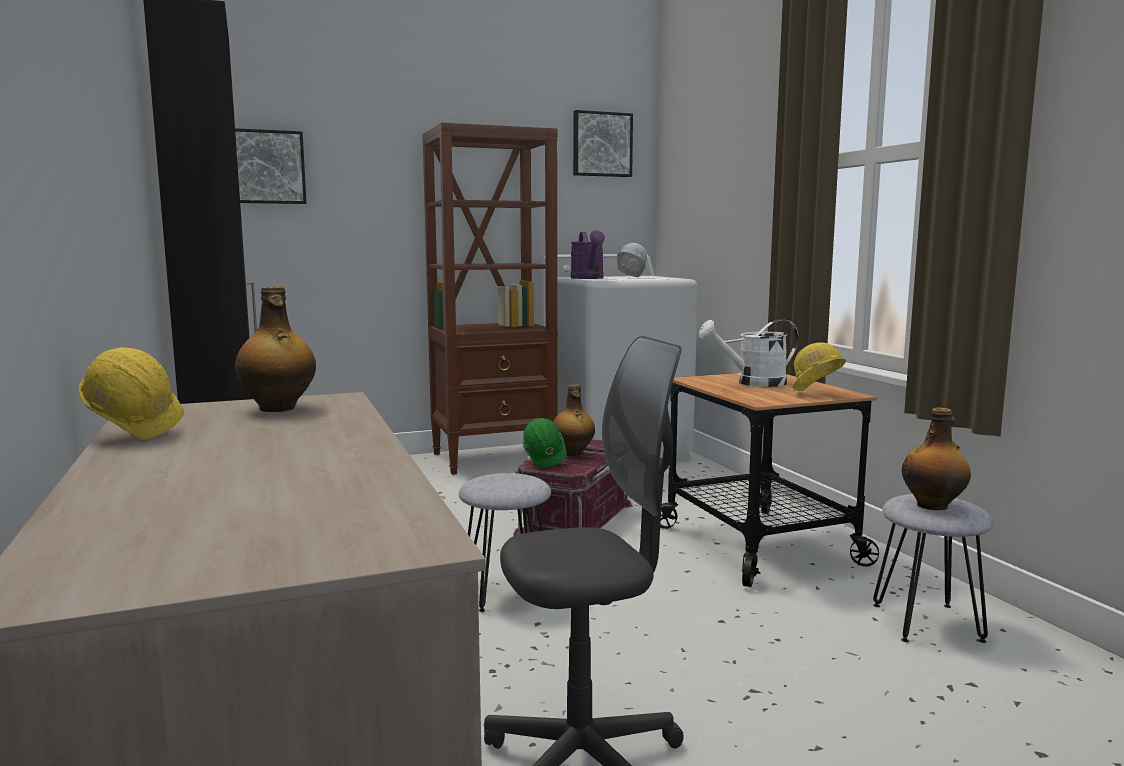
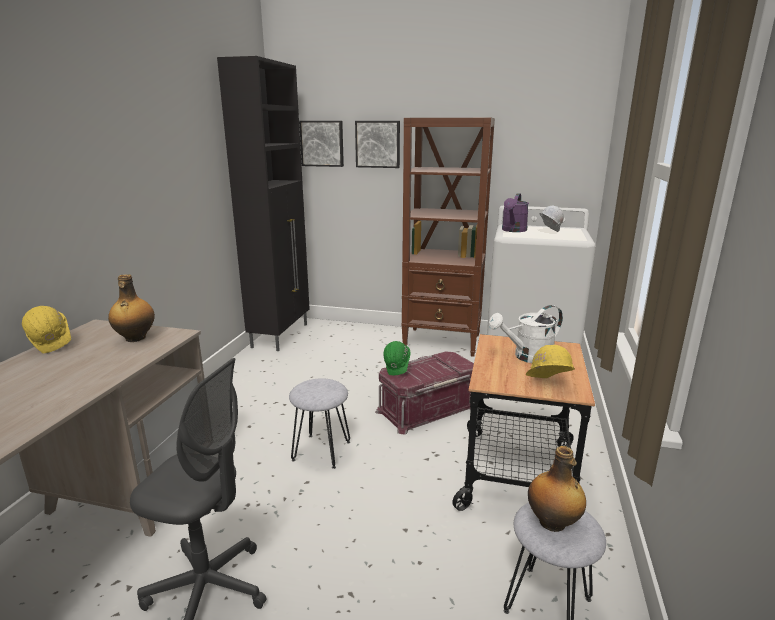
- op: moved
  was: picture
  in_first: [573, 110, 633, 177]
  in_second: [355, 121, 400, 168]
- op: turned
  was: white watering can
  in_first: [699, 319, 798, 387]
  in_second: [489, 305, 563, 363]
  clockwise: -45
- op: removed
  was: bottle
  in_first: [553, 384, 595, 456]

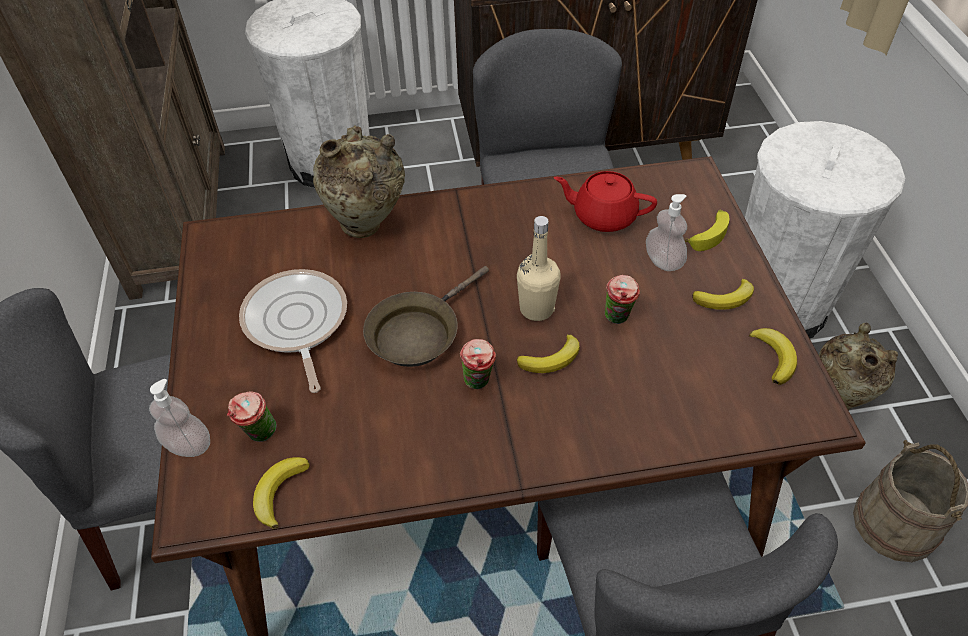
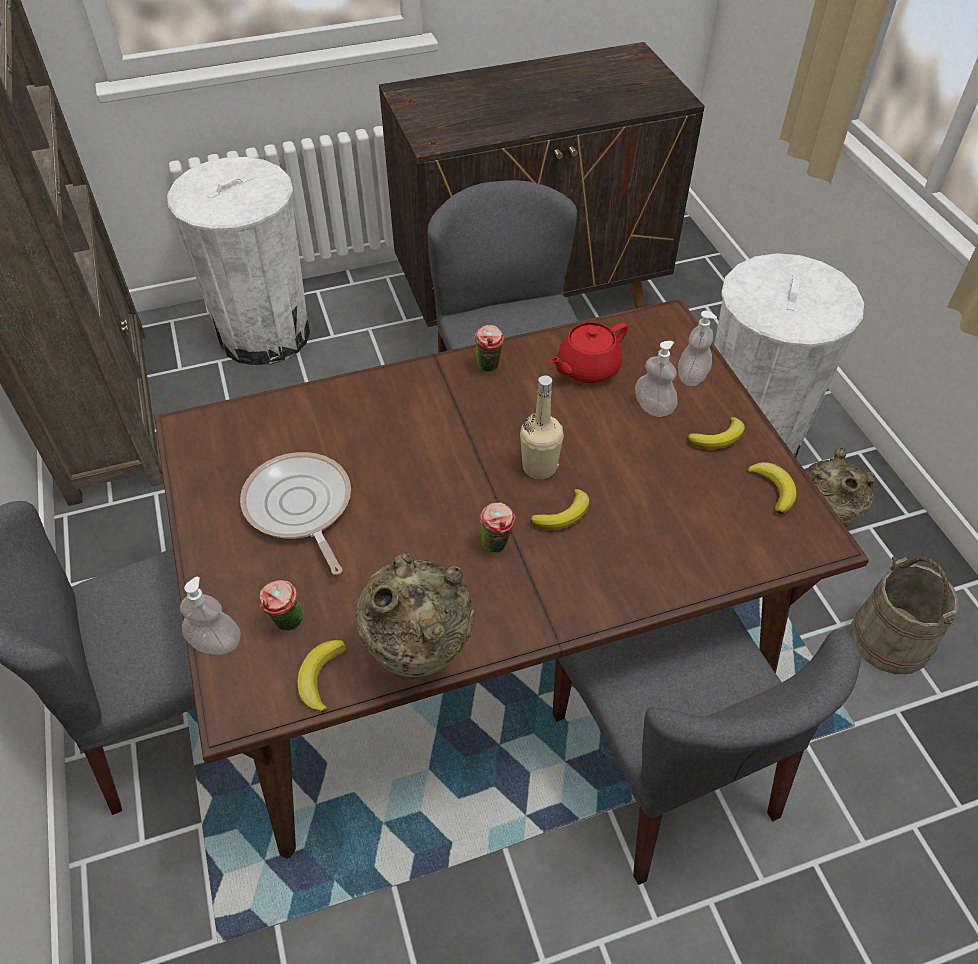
- op: moved
  was: beige vase
  in_first: [313, 125, 405, 238]
  in_second: [355, 552, 474, 680]
- op: moved
  was: cup
  in_first: [605, 275, 640, 324]
  in_second: [474, 325, 504, 372]
- op: turned
  was: red teapot
  in_first: [554, 171, 657, 232]
  in_second: [549, 322, 628, 383]
  clockwise: -45
- op: replaced
  was: banana
  now: soap dispenser
  in_first: [685, 210, 729, 251]
  in_second: [678, 311, 717, 386]
- op: removed
  was: brown frying pan
  in_first: [363, 266, 489, 367]

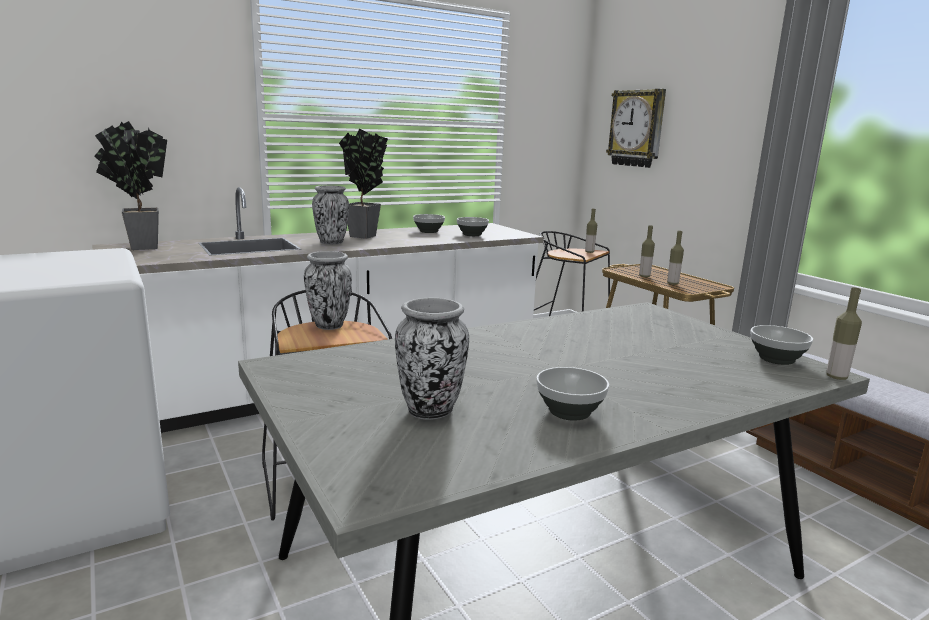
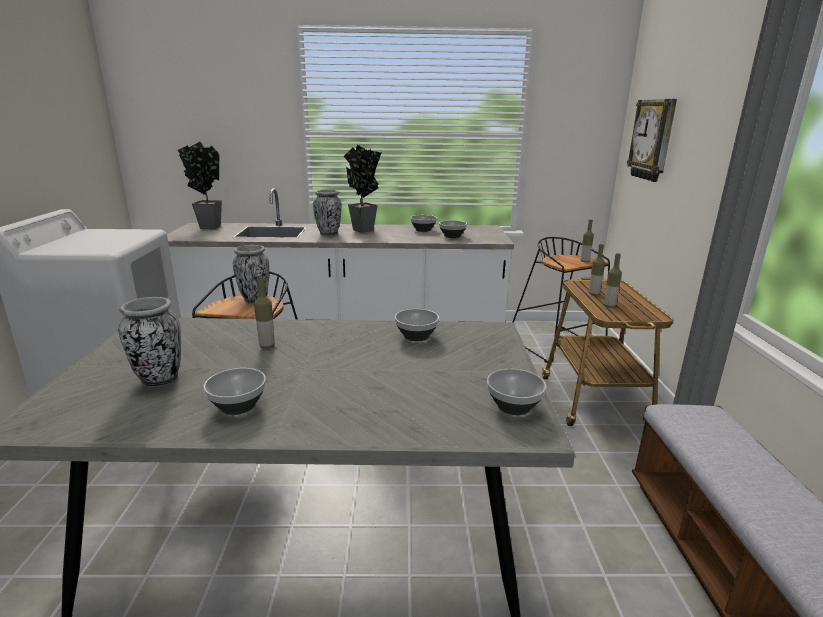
- op: moved
  was: bottle
  in_first: [826, 287, 862, 380]
  in_second: [254, 277, 275, 348]
- op: added
  now: bowl
  in_second: [395, 309, 439, 341]

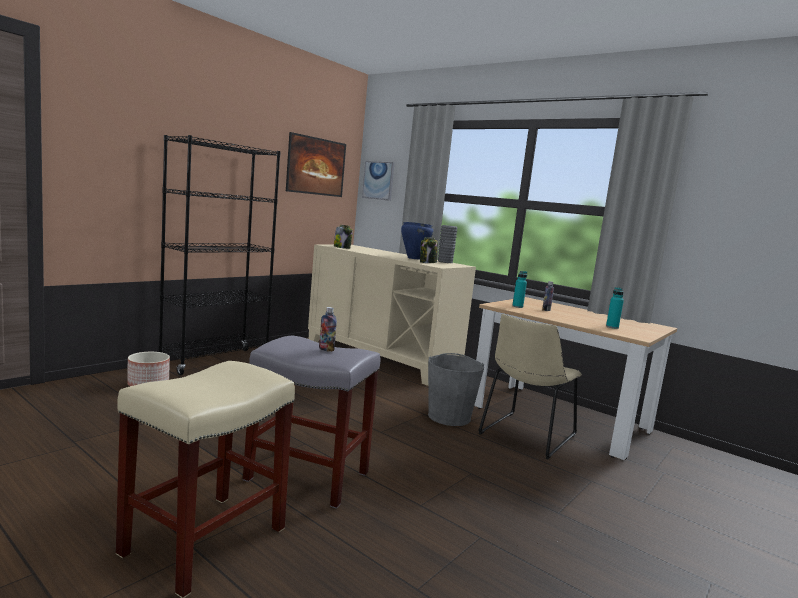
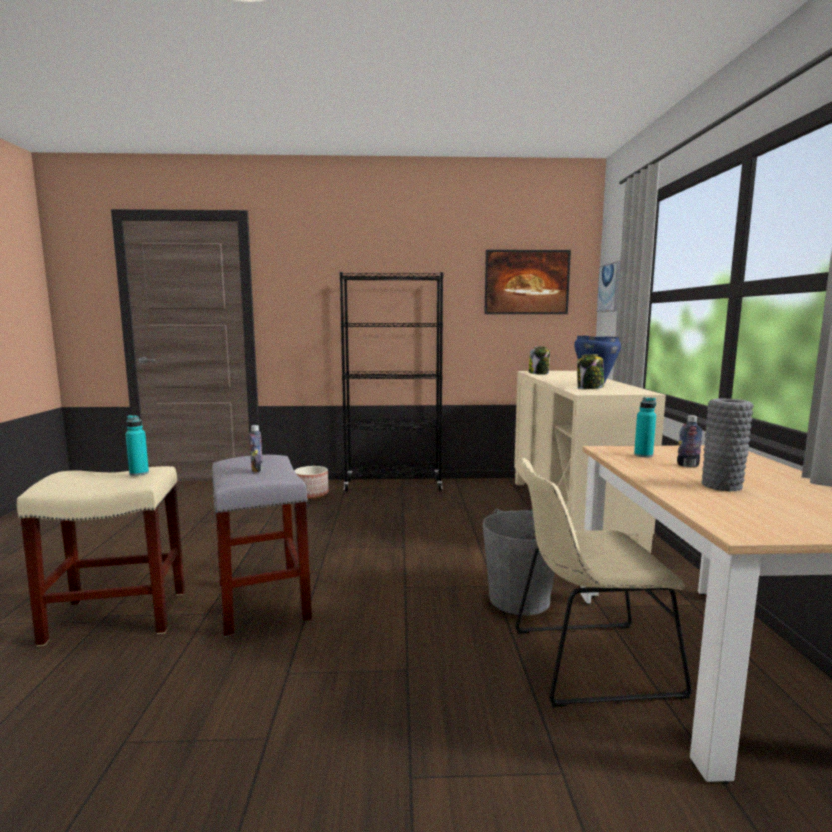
- op: moved
  was: turquoise bottle
  in_first: [606, 287, 624, 329]
  in_second: [125, 415, 149, 476]
- op: moved
  was: grey vase
  in_first: [438, 225, 458, 263]
  in_second: [702, 398, 754, 491]

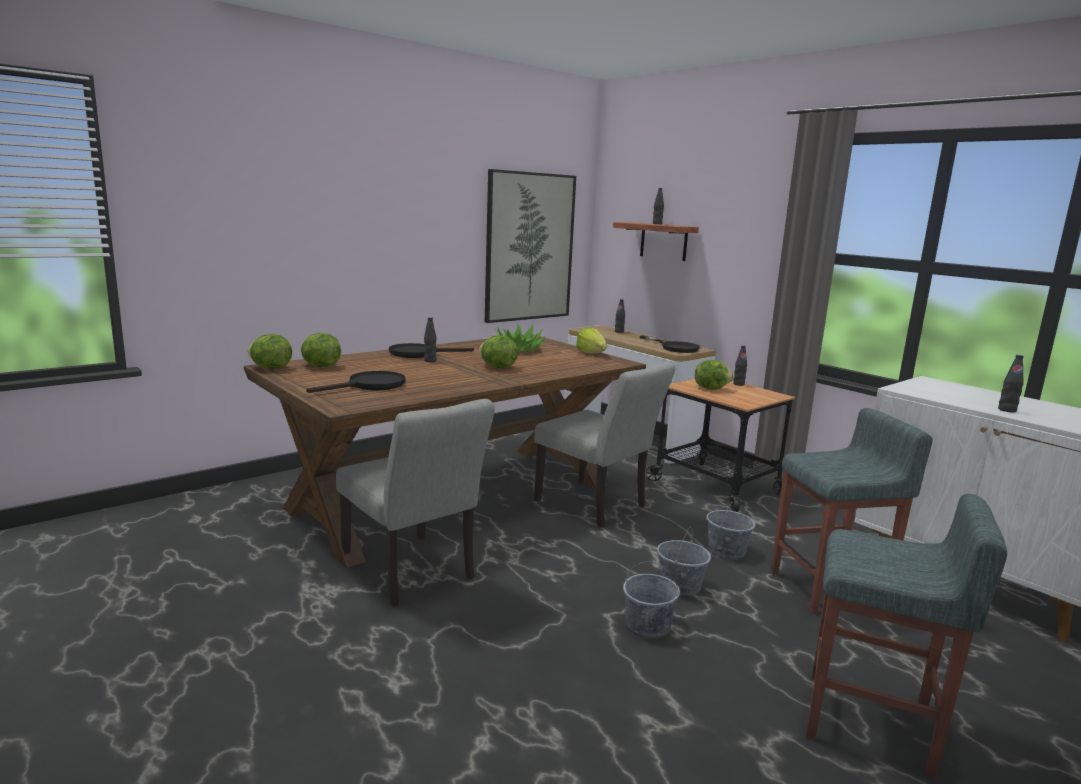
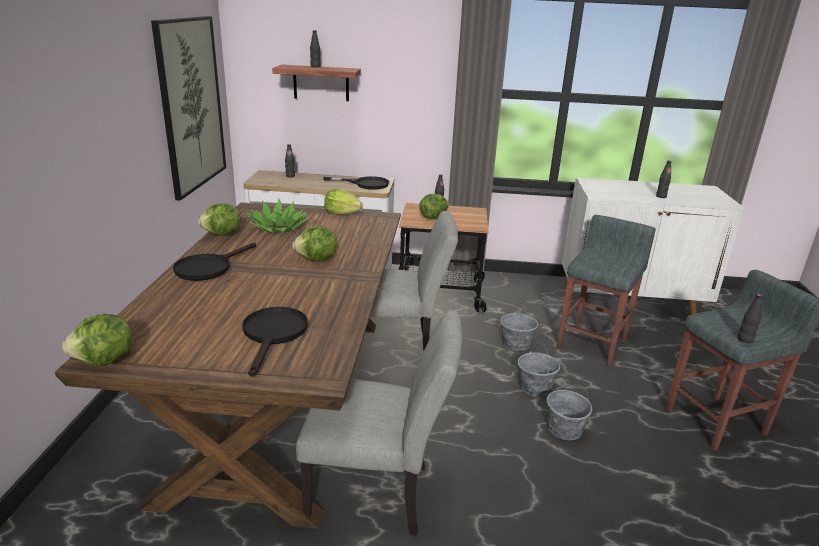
- op: moved
  was: lettuce
  in_first: [300, 333, 341, 367]
  in_second: [198, 203, 240, 236]
- op: moved
  was: black bottle
  in_first: [424, 317, 437, 362]
  in_second: [738, 294, 763, 343]

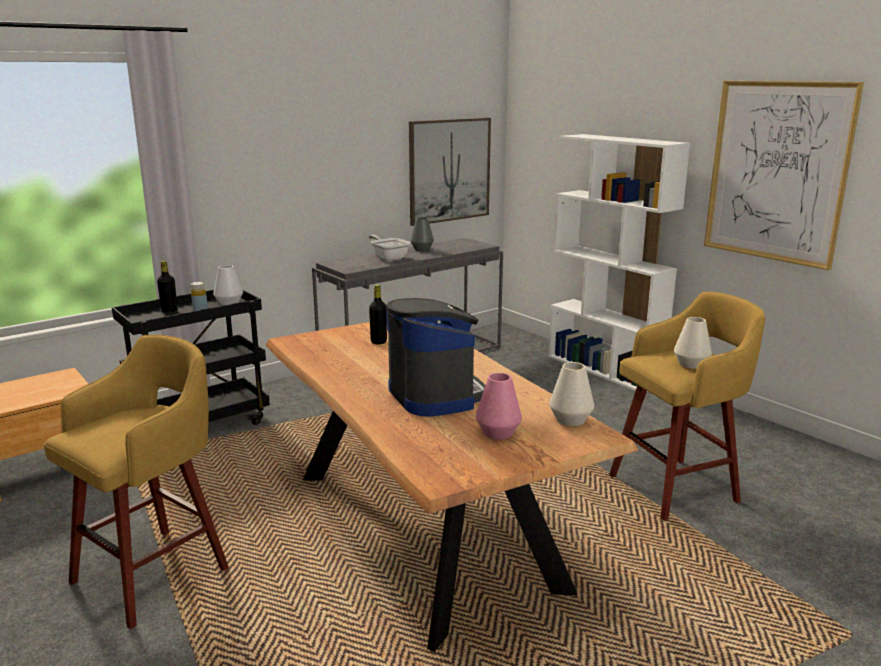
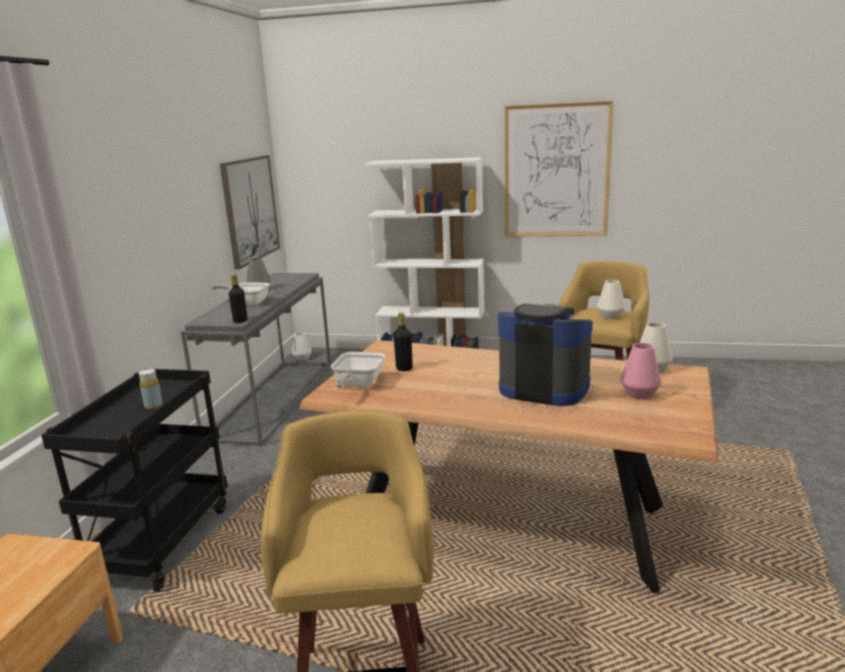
- op: moved
  was: black bottle
  in_first: [157, 261, 178, 312]
  in_second: [229, 274, 247, 323]
- op: moved
  was: white vase
  in_first: [213, 265, 243, 306]
  in_second: [292, 332, 312, 361]
- op: added
  now: frying pan
  in_second: [331, 352, 385, 388]

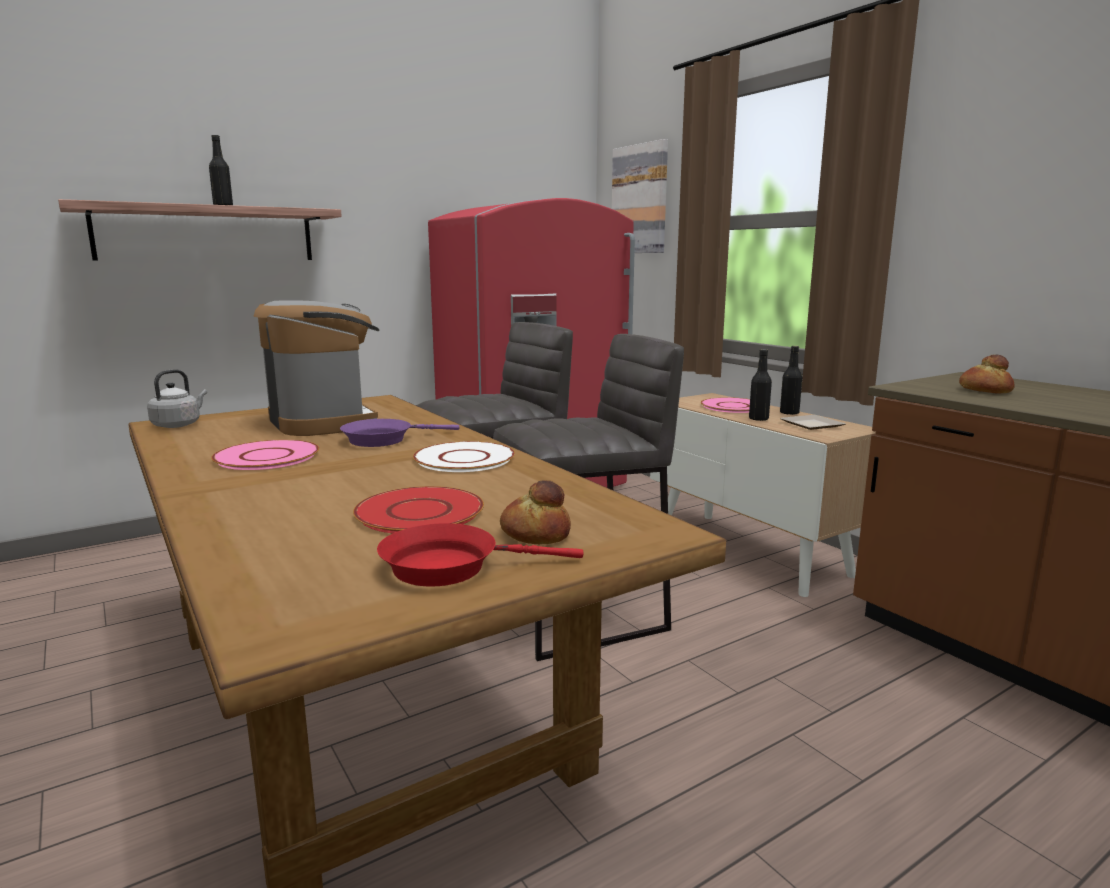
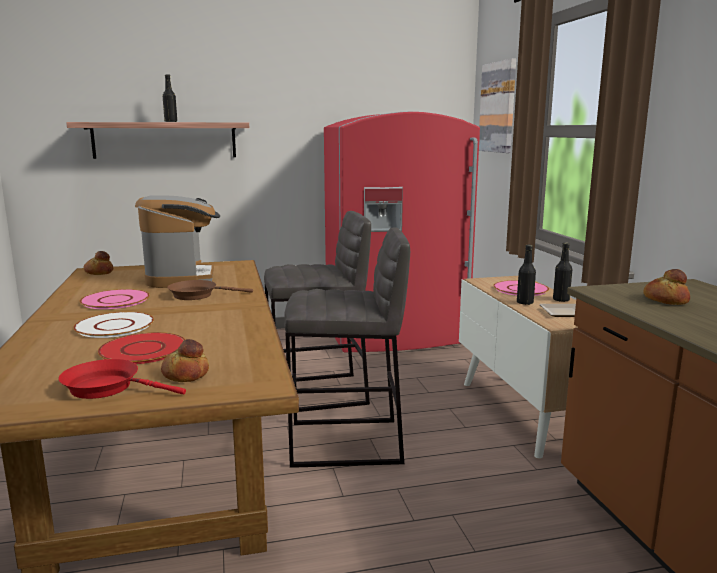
- op: moved
  was: white plate
  in_first: [413, 441, 515, 472]
  in_second: [73, 312, 154, 338]
- op: replaced
  was: grey kettle
  now: bread
  in_first: [147, 369, 207, 428]
  in_second: [84, 251, 113, 275]
- op: recoloured
  was: purple frying pan
  now: brown frying pan
  in_first: [340, 419, 459, 447]
  in_second: [167, 280, 253, 300]

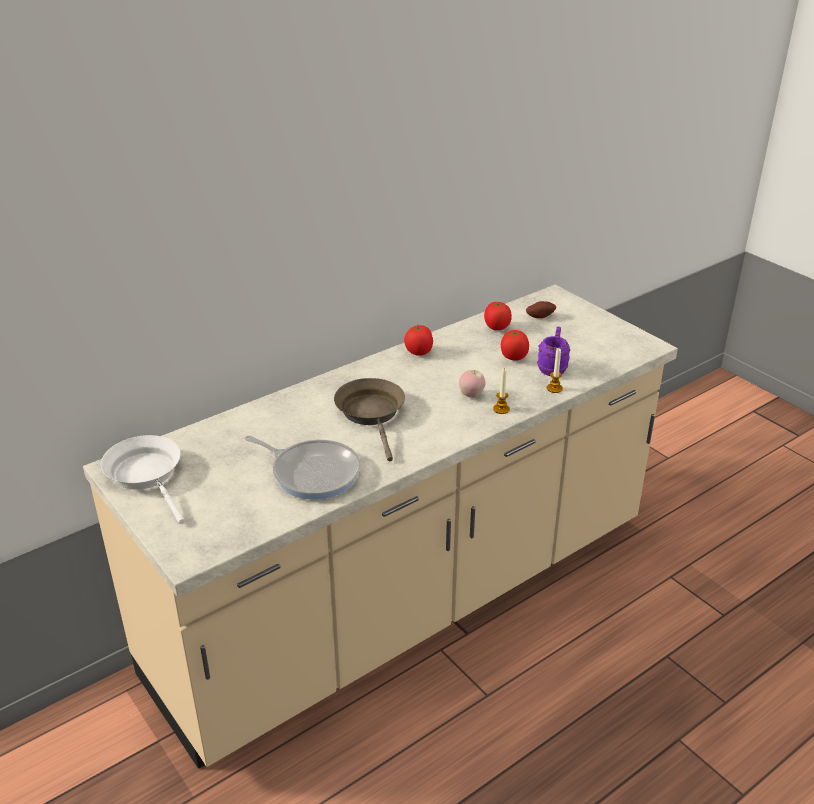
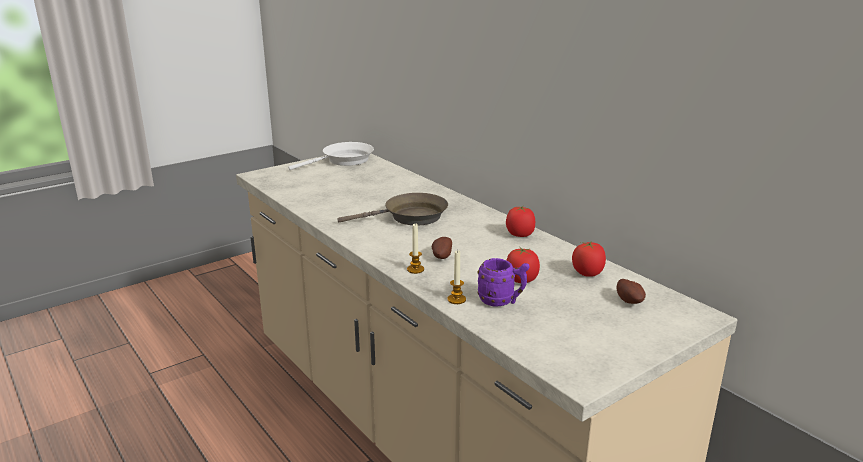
- op: replaced
  was: apple
  now: potato
  in_first: [459, 370, 485, 398]
  in_second: [432, 237, 452, 259]
- op: removed
  was: frying pan
  in_first: [244, 436, 361, 500]

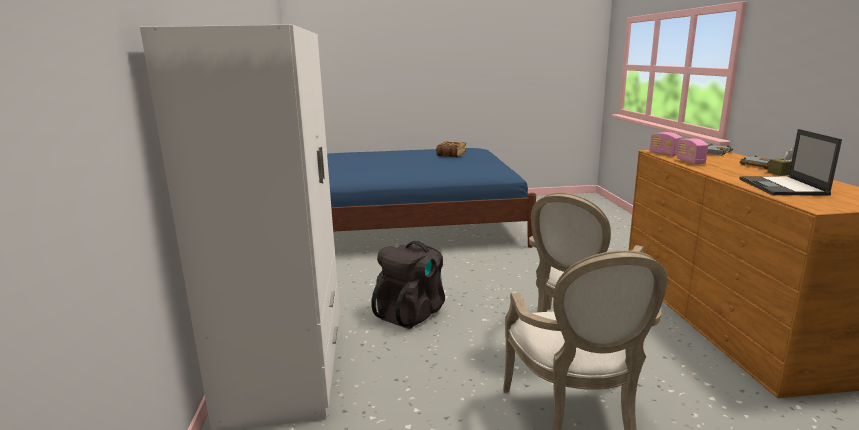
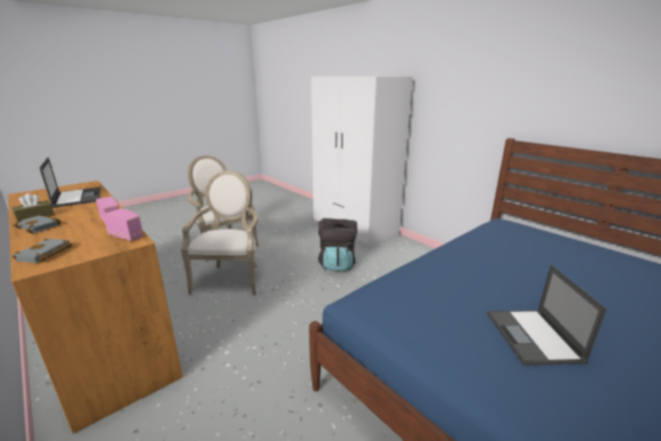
- op: replaced
  was: book
  now: laptop
  in_first: [436, 141, 467, 157]
  in_second: [487, 265, 607, 365]

